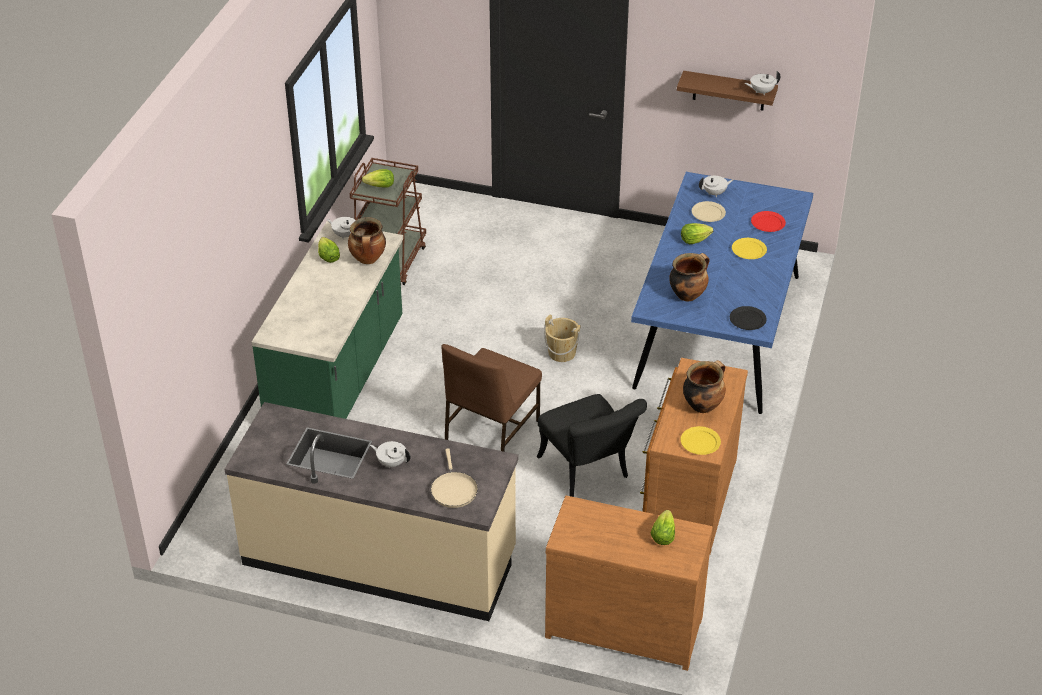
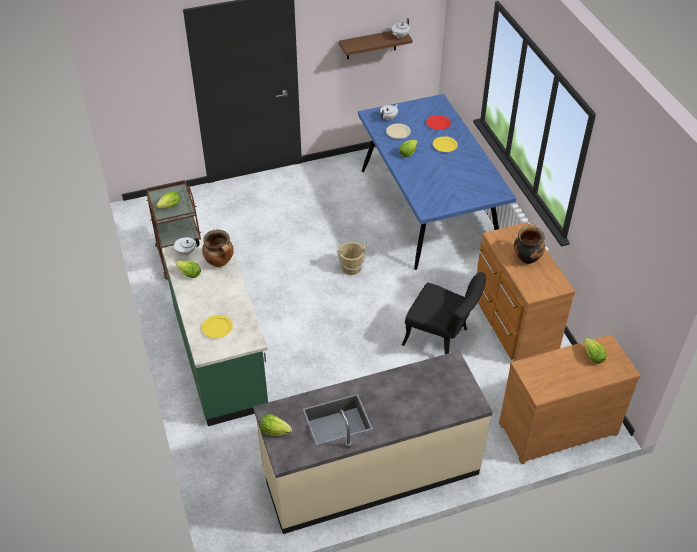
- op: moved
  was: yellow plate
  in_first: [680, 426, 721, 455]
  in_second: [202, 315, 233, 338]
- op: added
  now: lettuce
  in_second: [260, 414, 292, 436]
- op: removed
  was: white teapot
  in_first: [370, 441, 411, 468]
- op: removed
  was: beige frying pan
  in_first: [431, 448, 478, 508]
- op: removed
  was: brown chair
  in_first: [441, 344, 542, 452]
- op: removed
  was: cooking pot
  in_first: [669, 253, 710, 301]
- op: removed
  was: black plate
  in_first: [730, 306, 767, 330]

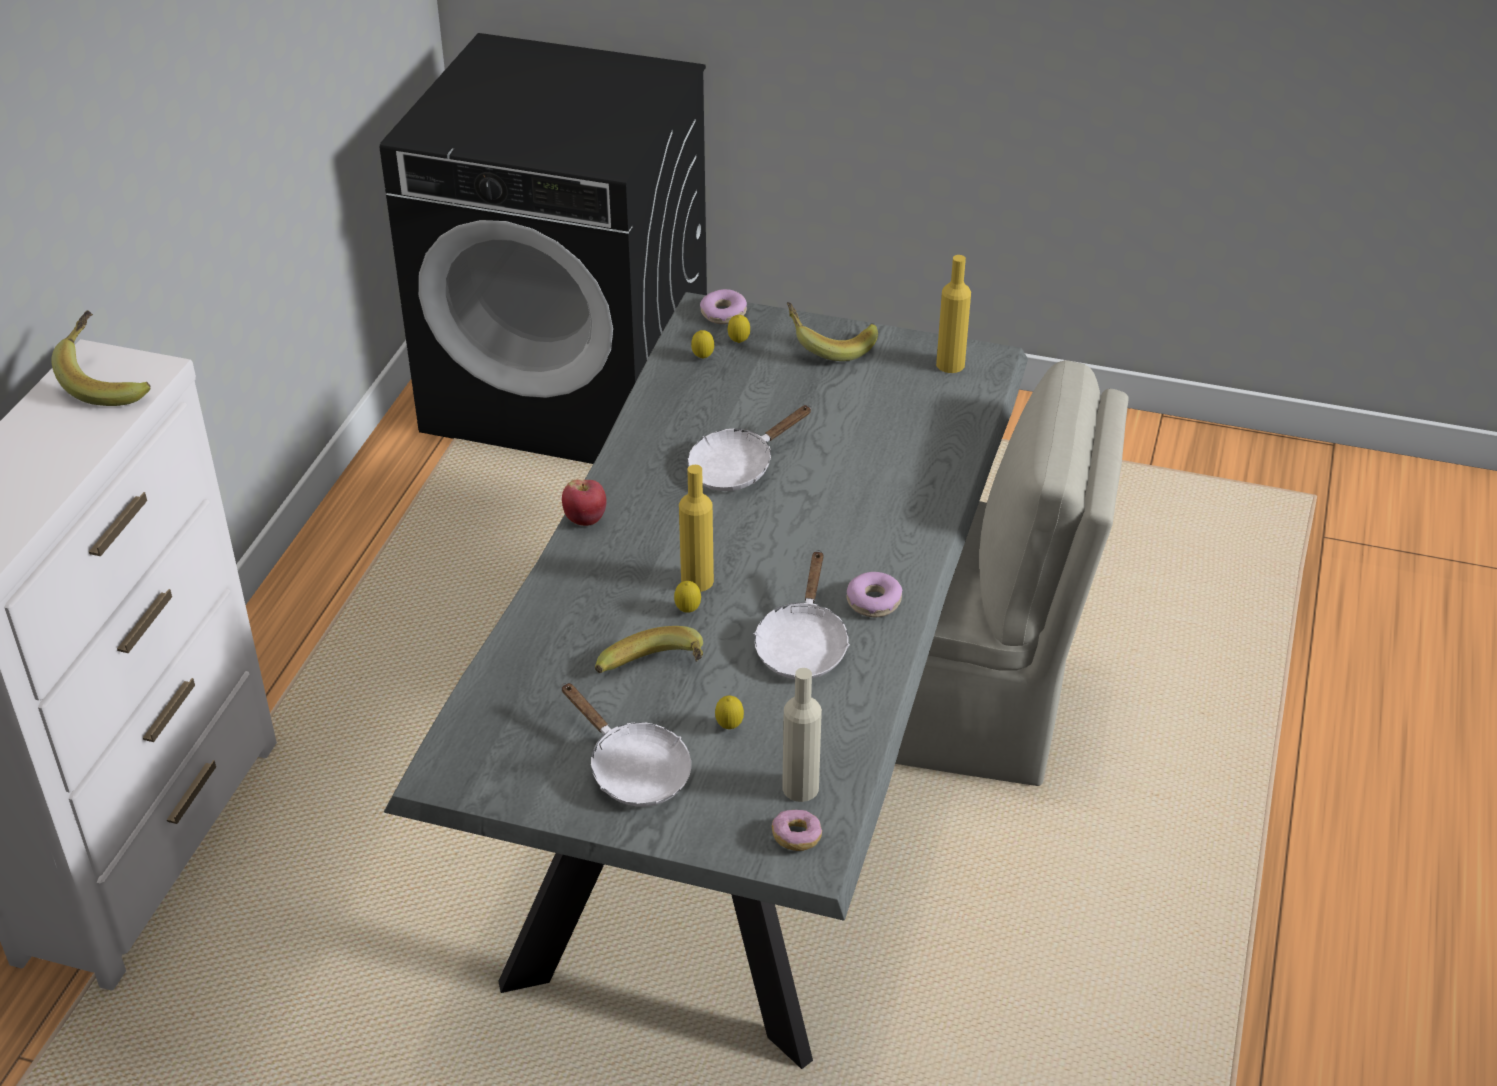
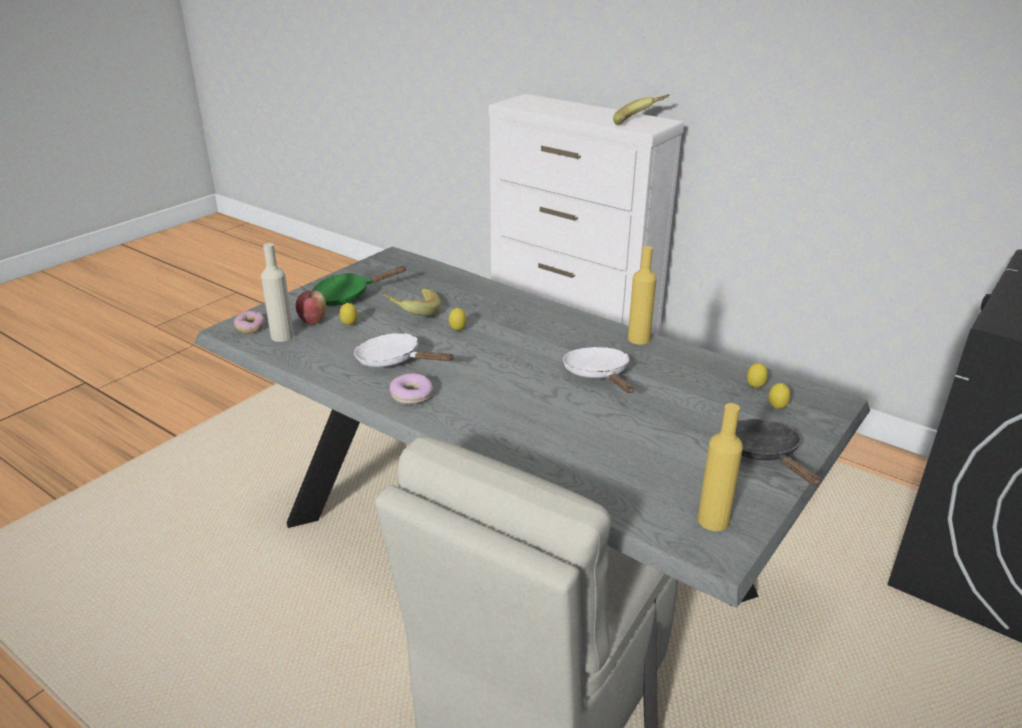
- op: moved
  was: apple
  in_first: [562, 479, 606, 526]
  in_second: [296, 291, 326, 325]
- op: recoloured
  was: white frying pan
  now: green frying pan
  in_first: [561, 683, 691, 807]
  in_second: [311, 266, 407, 306]
- op: moved
  was: yellow bottle
  in_first: [679, 465, 714, 592]
  in_second: [628, 246, 657, 345]
- op: replaced
  was: banana
  now: black frying pan
  in_first: [787, 302, 878, 361]
  in_second: [736, 419, 820, 485]
- op: removed
  was: donut
  in_first: [700, 289, 747, 324]

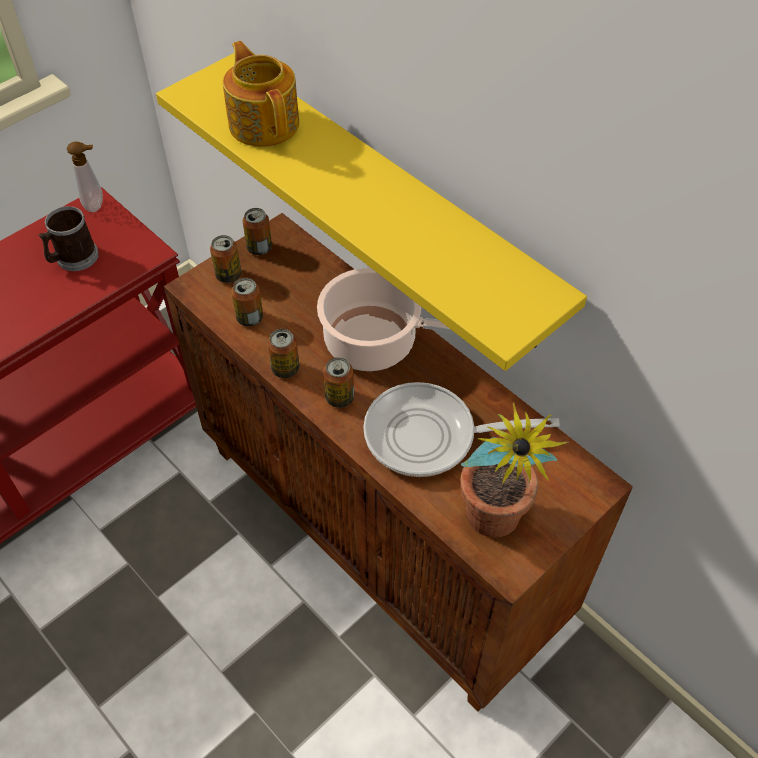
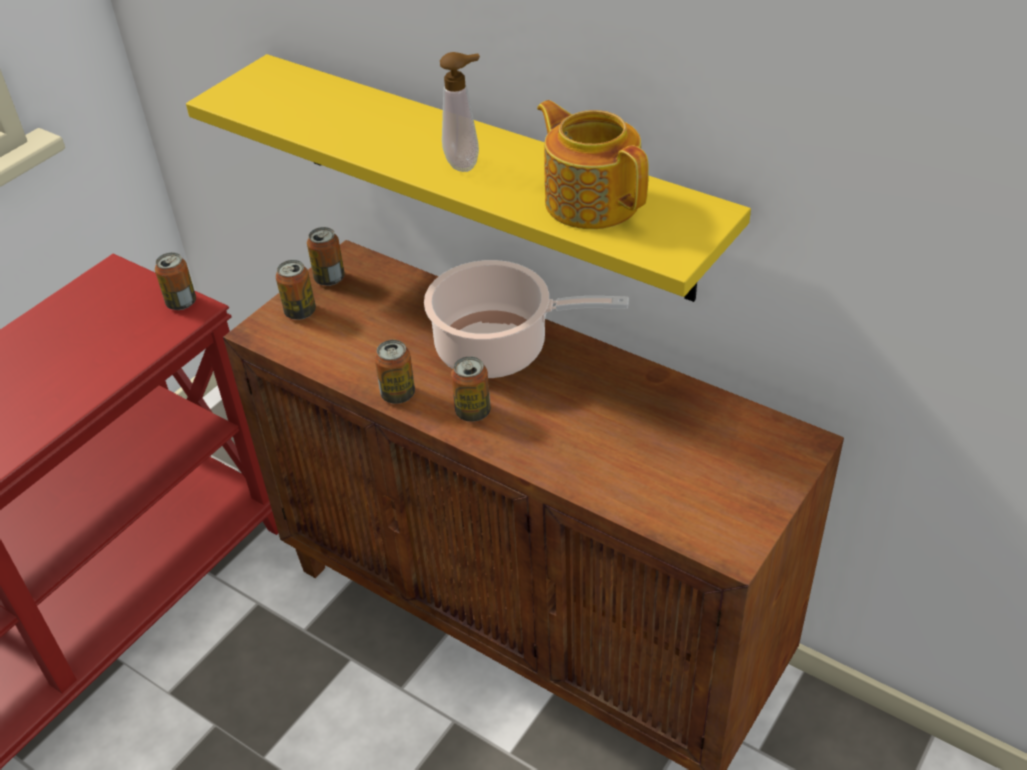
- op: moved
  was: can
  in_first: [231, 278, 263, 326]
  in_second: [155, 253, 196, 310]
- op: moved
  was: soap dispenser
  in_first: [67, 141, 103, 212]
  in_second: [440, 52, 480, 172]
- op: moved
  was: teapot
  in_first: [223, 41, 299, 147]
  in_second: [537, 100, 649, 229]
- op: removed
  was: mug
  in_first: [38, 206, 99, 271]
- op: removed
  was: frying pan
  in_first: [363, 382, 560, 477]
- op: removed
  was: potted plant
  in_first: [460, 403, 570, 538]

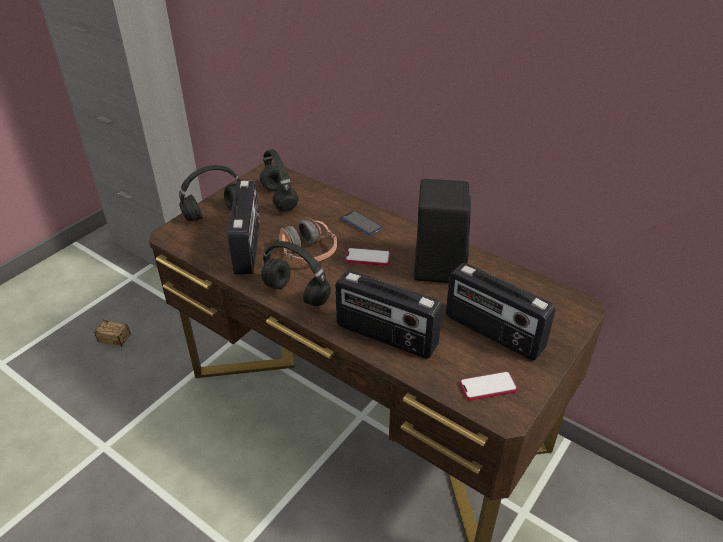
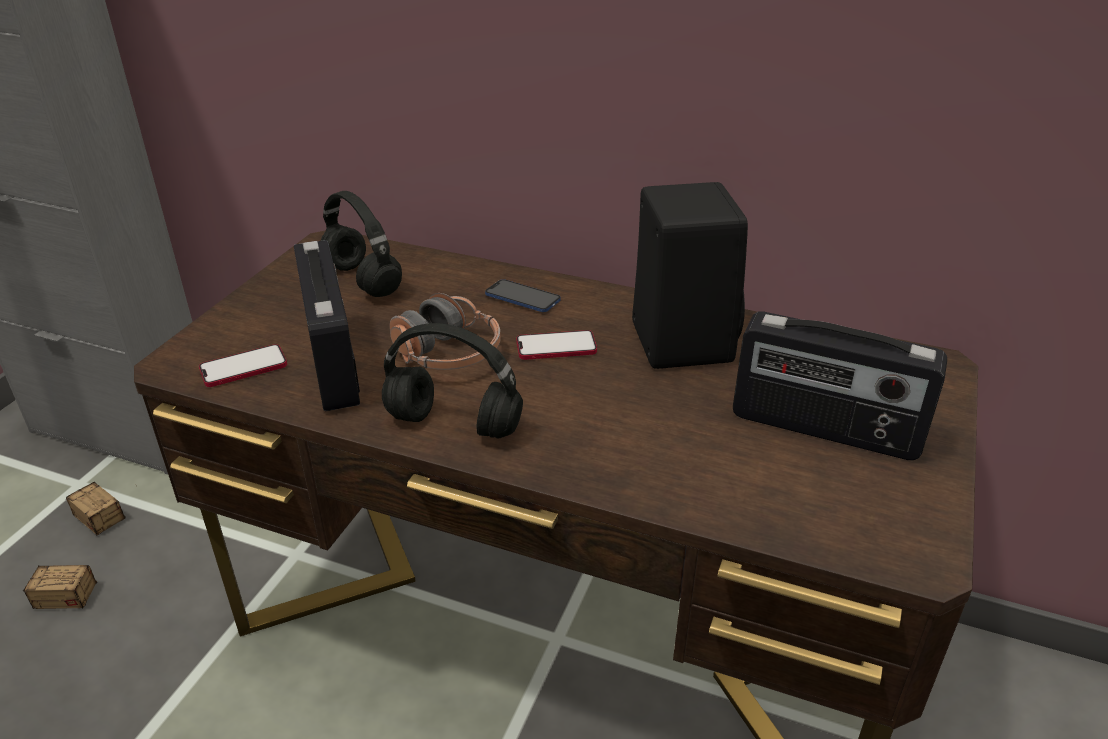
- op: added
  now: storage box
  in_second: [66, 481, 126, 536]
- op: moved
  was: phone
  in_first: [460, 371, 518, 401]
  in_second: [199, 344, 287, 387]
- op: removed
  was: black headphones
  in_first: [179, 165, 241, 221]
- op: removed
  was: radio
  in_first: [335, 270, 443, 359]

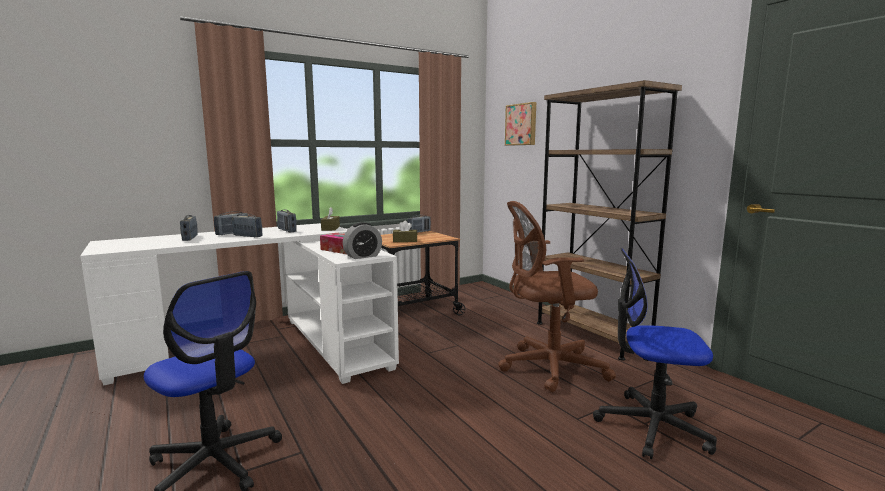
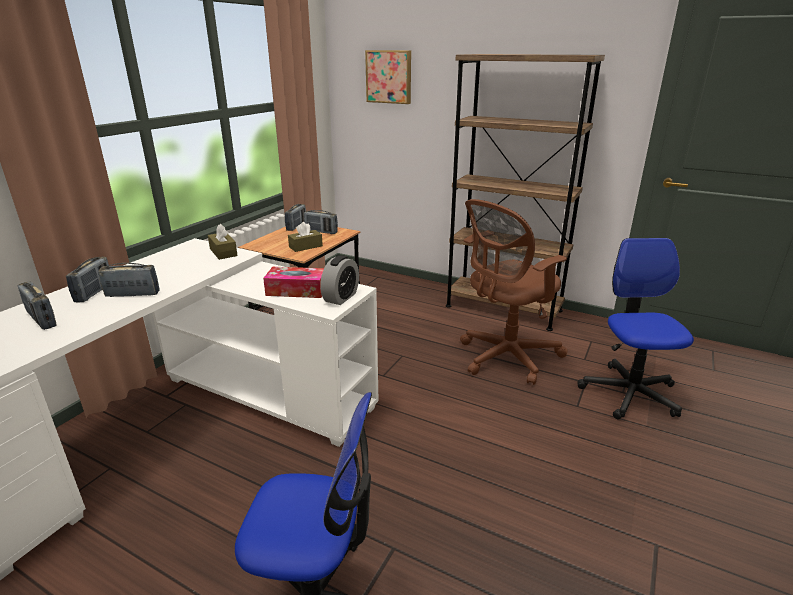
- op: moved
  was: radio
  in_first: [277, 210, 297, 232]
  in_second: [304, 210, 338, 234]
- op: turned
  was: office chair
  in_first: [593, 248, 717, 459]
  in_second: [578, 238, 694, 419]
  clockwise: 105

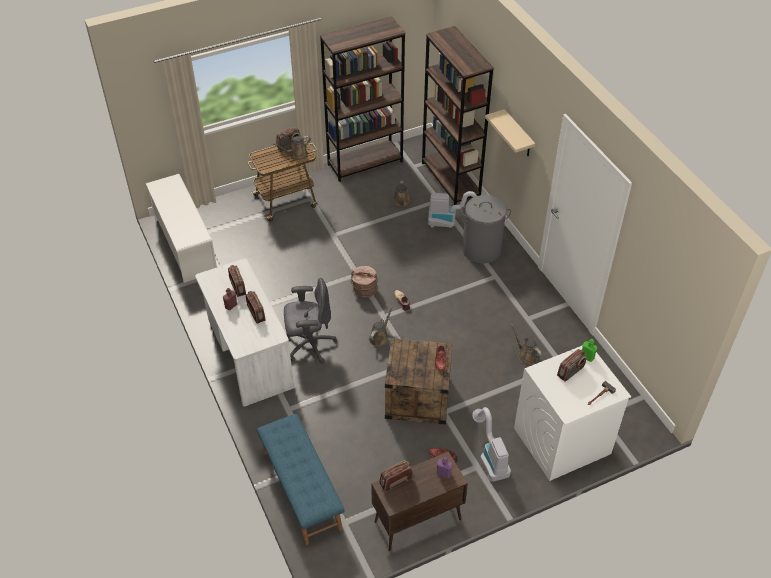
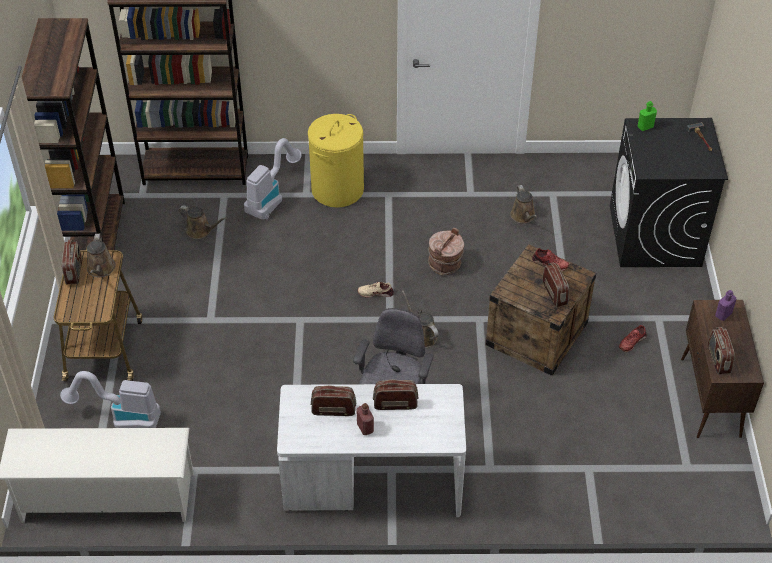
- op: moved
  was: vacuum cleaner
  in_first: [472, 407, 511, 482]
  in_second: [60, 371, 161, 428]
- op: recoloured
  was: grey laundry basket
  now: yellow laundry basket
  in_first: [461, 195, 511, 264]
  in_second: [308, 114, 364, 208]
- op: moved
  was: brown bucket
  in_first: [351, 266, 378, 298]
  in_second: [428, 228, 464, 275]
- op: turned
  was: brown watering can
  in_first: [511, 324, 542, 365]
  in_second: [510, 185, 537, 223]
  clockwise: -90
- op: moved
  was: radio
  in_first: [557, 349, 587, 382]
  in_second: [542, 262, 569, 307]
- op: recoloured
  was: white washing machine
  now: black washing machine
  in_first: [514, 345, 631, 481]
  in_second: [610, 118, 728, 267]
- op: removed
  was: blue bench
  in_first: [257, 414, 345, 545]
- op: removed
  was: beige shelf
  in_first: [485, 109, 536, 156]

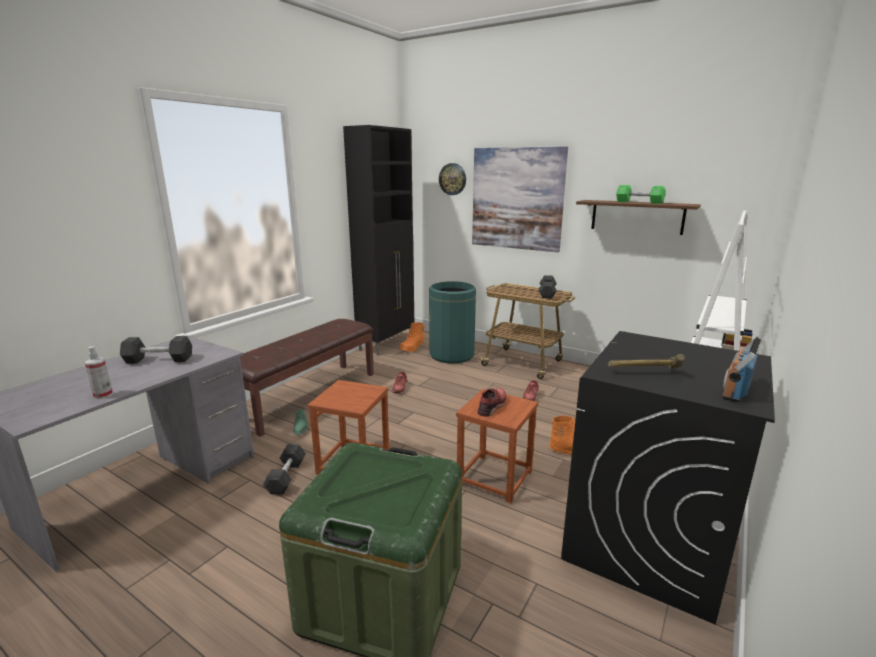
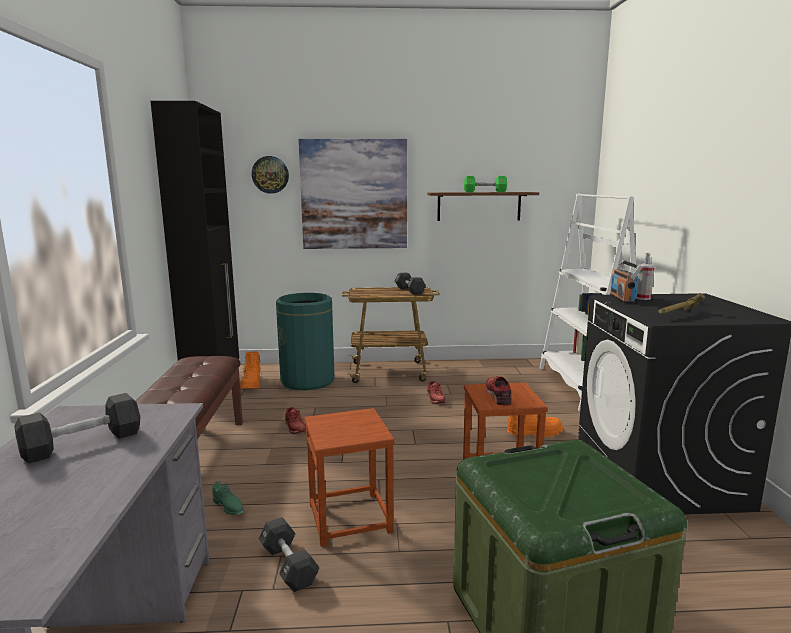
- op: moved
  was: radio
  in_first: [722, 336, 761, 403]
  in_second: [610, 260, 642, 303]
- op: moved
  was: spray bottle
  in_first: [85, 346, 113, 399]
  in_second: [636, 253, 655, 300]

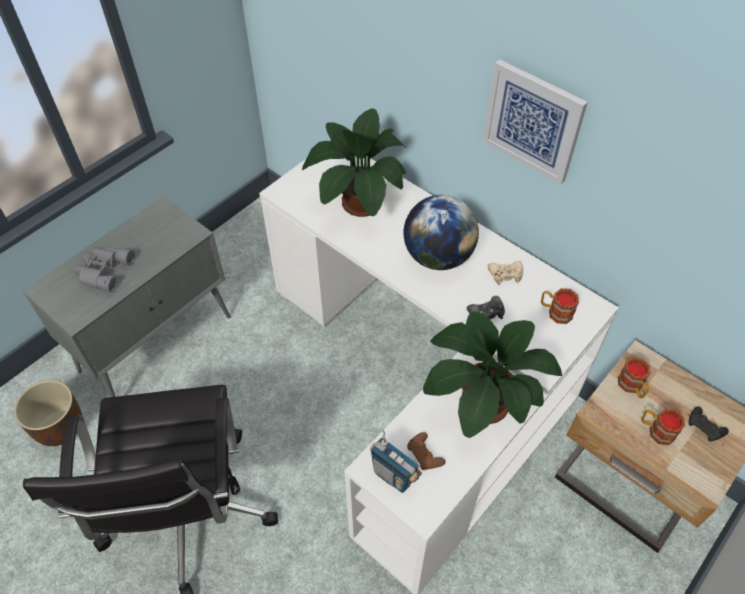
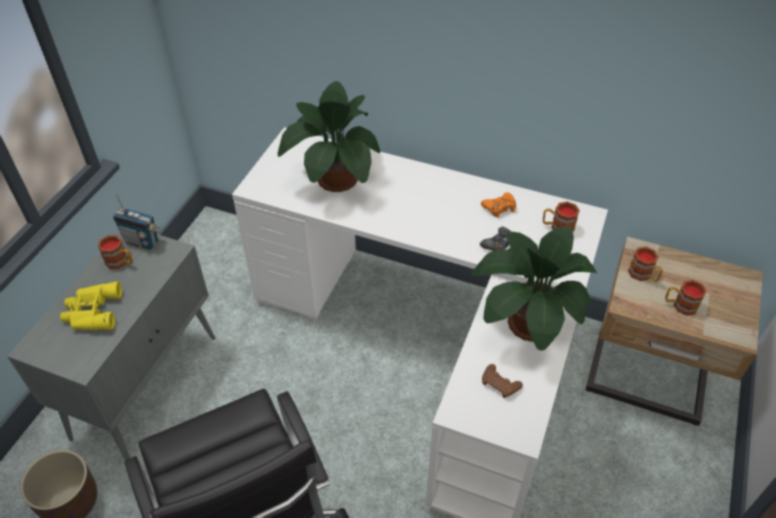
- op: recoloured
  was: grey binoculars
  now: yellow binoculars
  in_first: [74, 247, 135, 292]
  in_second: [60, 282, 122, 330]
- op: added
  now: mug
  in_second: [97, 235, 133, 269]
- op: moved
  was: radio
  in_first: [370, 428, 422, 493]
  in_second: [113, 193, 161, 250]
- op: recoloured
  was: beige game controller
  now: orange game controller
  in_first: [488, 261, 523, 285]
  in_second: [481, 192, 516, 218]
- op: removed
  was: globe
  in_first: [404, 195, 479, 270]
- op: removed
  was: picture
  in_first: [483, 59, 588, 184]
- op: removed
  was: black game controller
  in_first: [689, 407, 729, 441]

